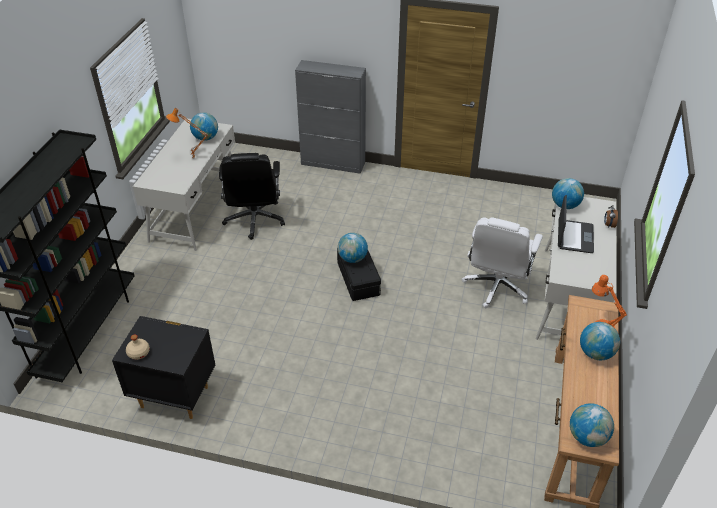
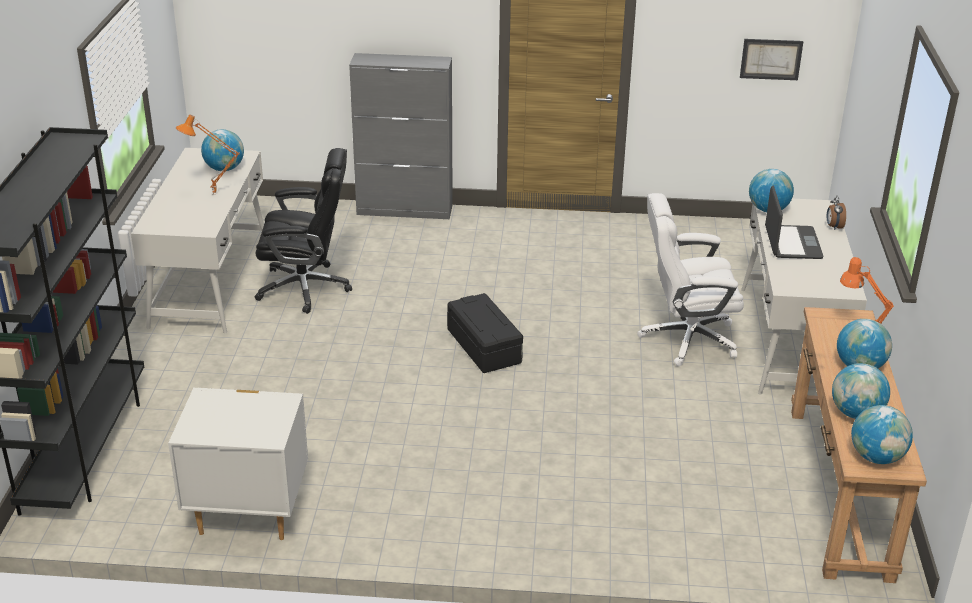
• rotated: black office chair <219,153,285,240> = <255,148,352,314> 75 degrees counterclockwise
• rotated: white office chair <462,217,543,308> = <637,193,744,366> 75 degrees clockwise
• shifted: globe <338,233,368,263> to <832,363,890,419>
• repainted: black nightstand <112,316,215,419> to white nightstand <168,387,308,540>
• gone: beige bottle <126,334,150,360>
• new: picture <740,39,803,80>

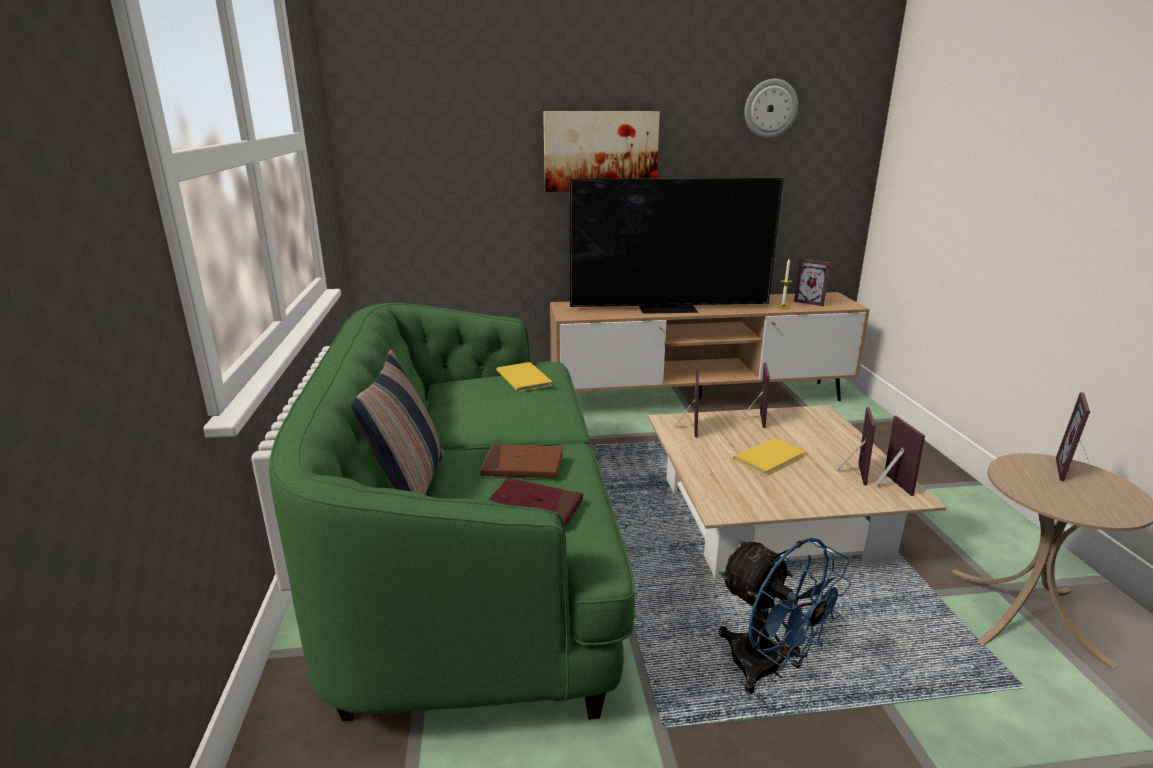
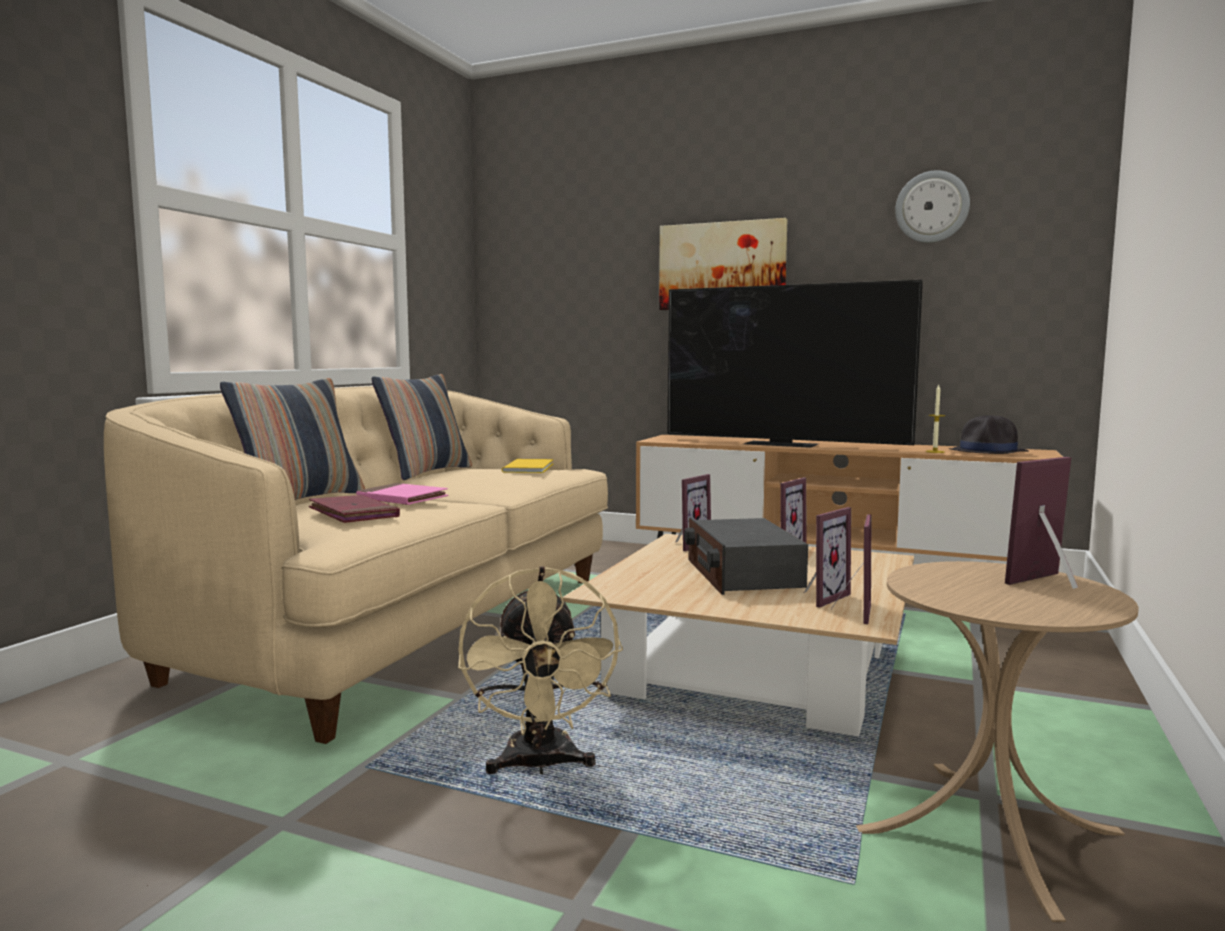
• swapped: picture frame <794,258,830,306> to black hat <949,416,1029,454>
• repainted: green sofa <269,303,635,722> to beige sofa <104,386,608,744>
• swapped: yellow book <733,438,805,476> to radio <684,517,808,595>
• repainted: brown book <480,444,563,478> to pink book <356,483,449,505>
• repainted: blue fan <719,537,851,694> to beige fan <458,566,623,774>
• new: pillow <372,374,472,480>

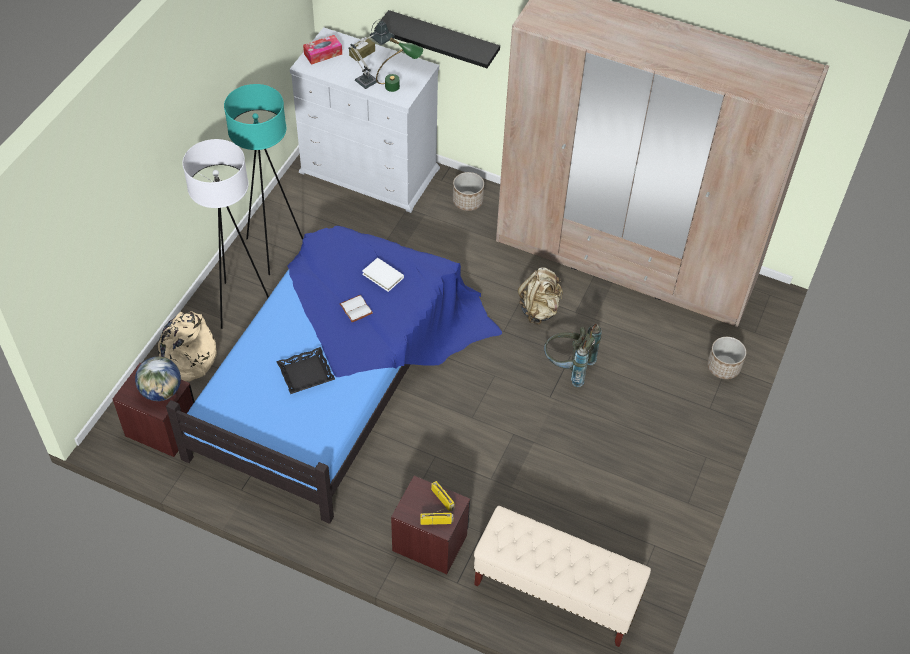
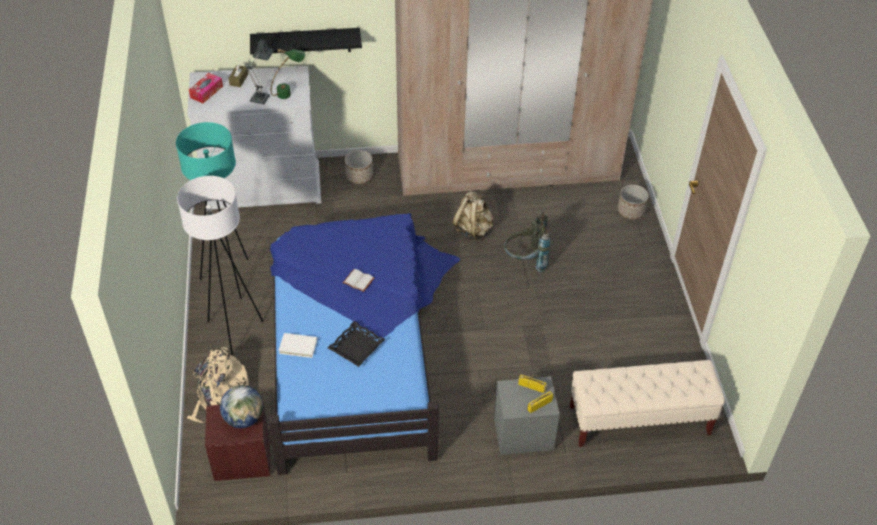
• shifted: white book <362,258,404,292> to <279,333,317,358>
• repainted: brown nightstand <391,476,470,574> to grey nightstand <494,376,560,455>

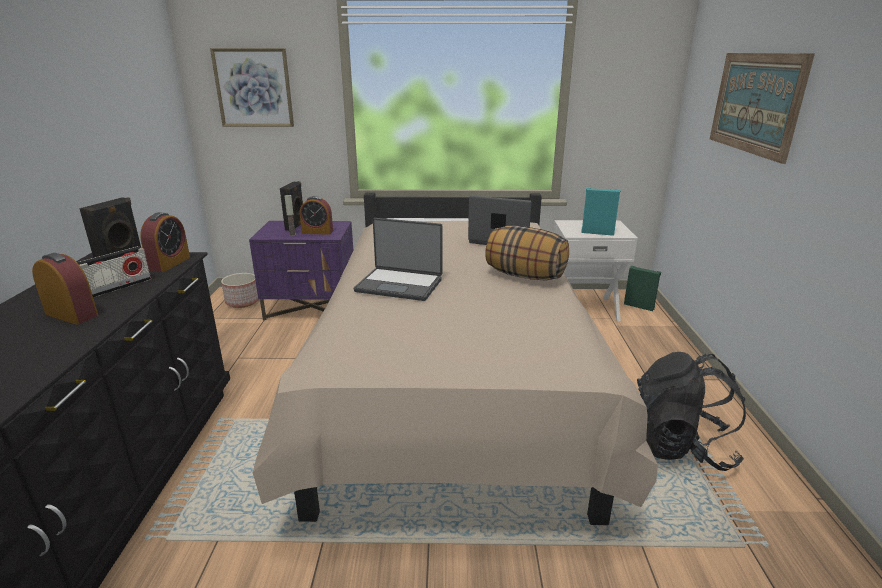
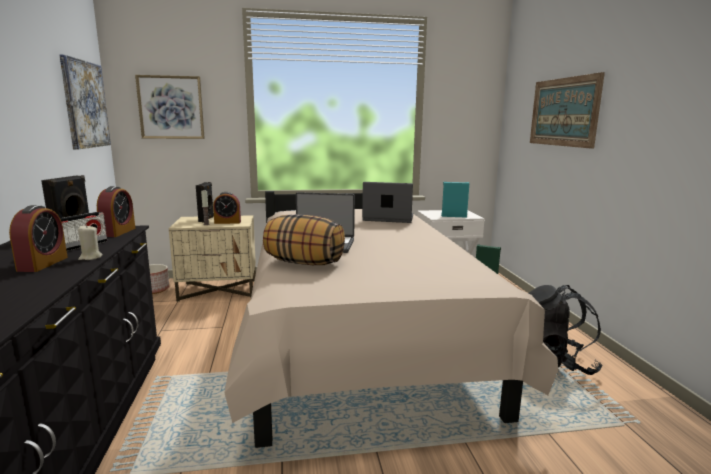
• repainted: purple nightstand <249,221,353,321> to beige nightstand <169,215,256,302>
• shifted: pillow <485,226,569,280> to <263,214,345,265>
• rotated: alarm clock <32,253,98,325> = <9,205,68,272> 75 degrees clockwise
• new: picture <59,55,111,150>
• new: beige candle <78,225,103,260>

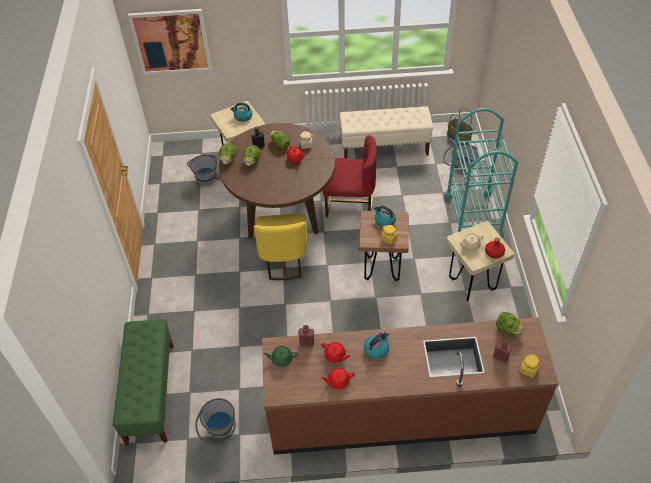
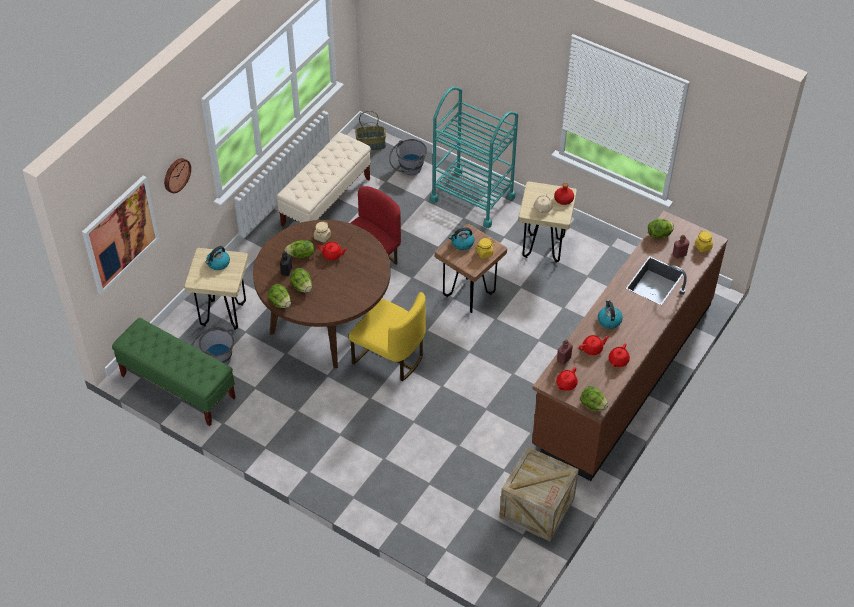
• shifted: green bench <113,319,174,446> to <112,318,236,426>
• repainted: green teapot <263,346,298,367> to red teapot <556,367,578,391>
• swapped: grey bucket <195,398,236,445> to crate <499,446,579,541>
• new: wall clock <164,158,191,193>
• new: lettuce <580,386,608,411>

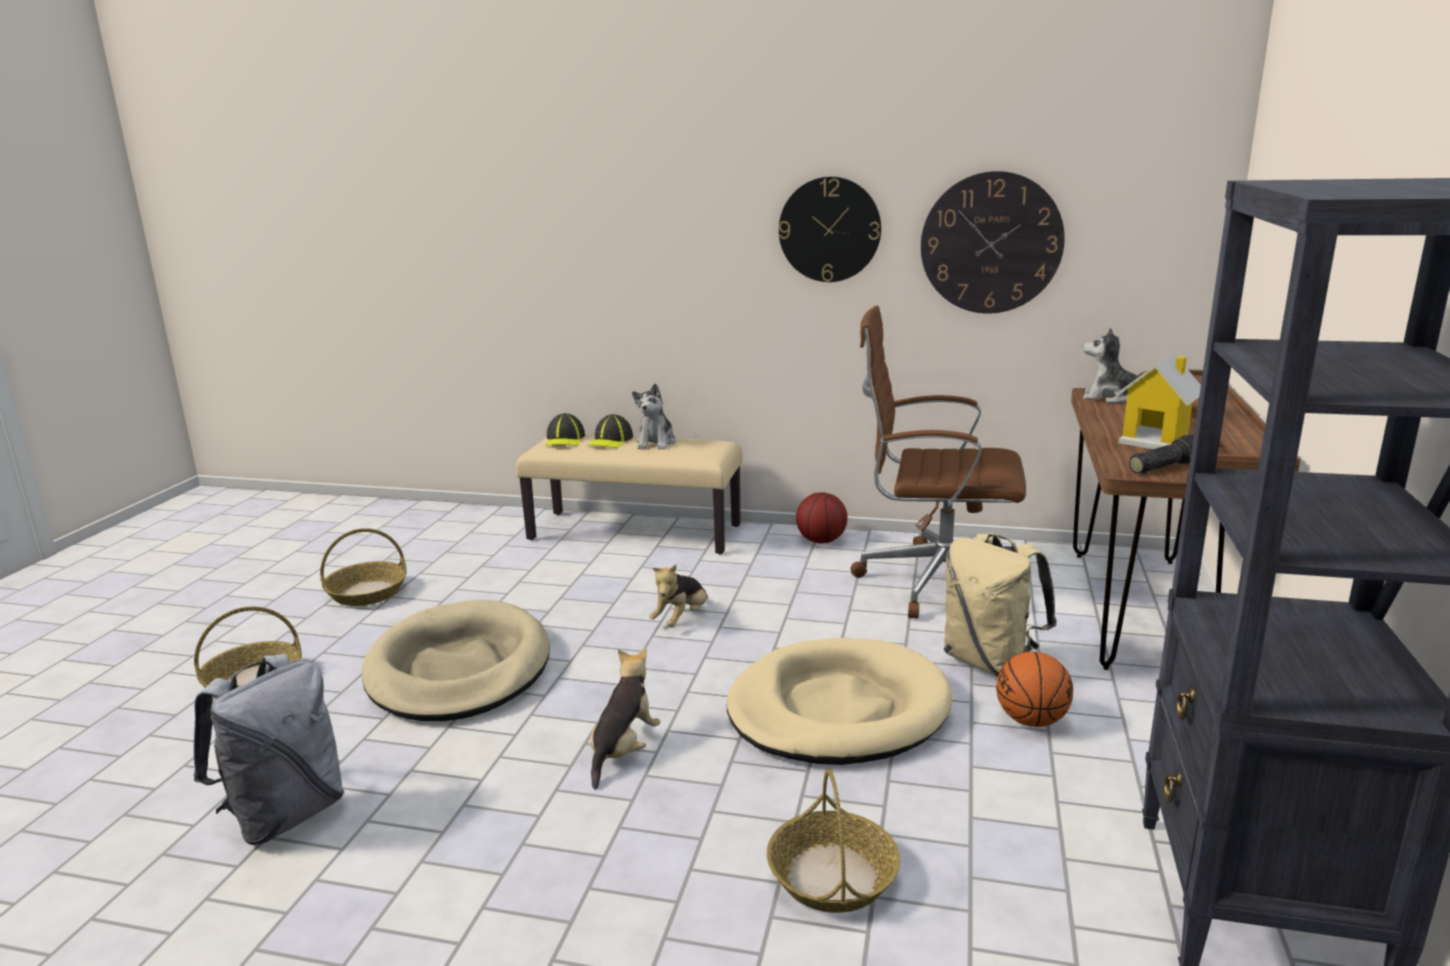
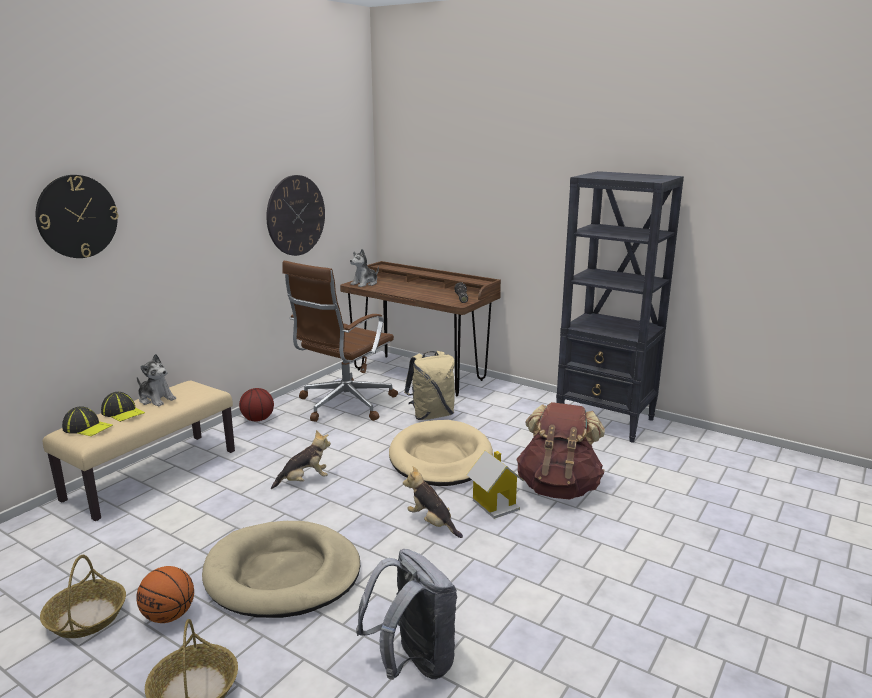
• shifted: wall clock <779,177,881,282> to <35,175,119,258>
• shifted: toy house <1115,353,1201,449> to <467,450,524,519>
• rotated: plush toy <649,564,708,627> = <271,430,331,489> 75 degrees counterclockwise
• shifted: basketball <996,652,1073,727> to <136,566,194,623>
• swapped: basket <767,769,900,913> to brown backpack <517,402,605,499>

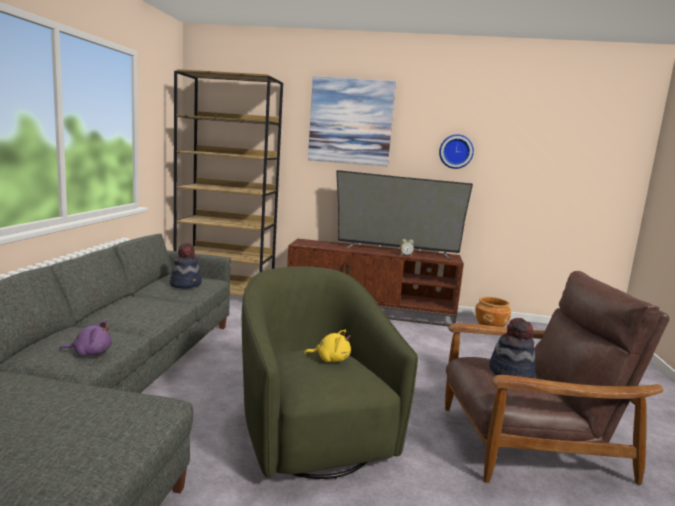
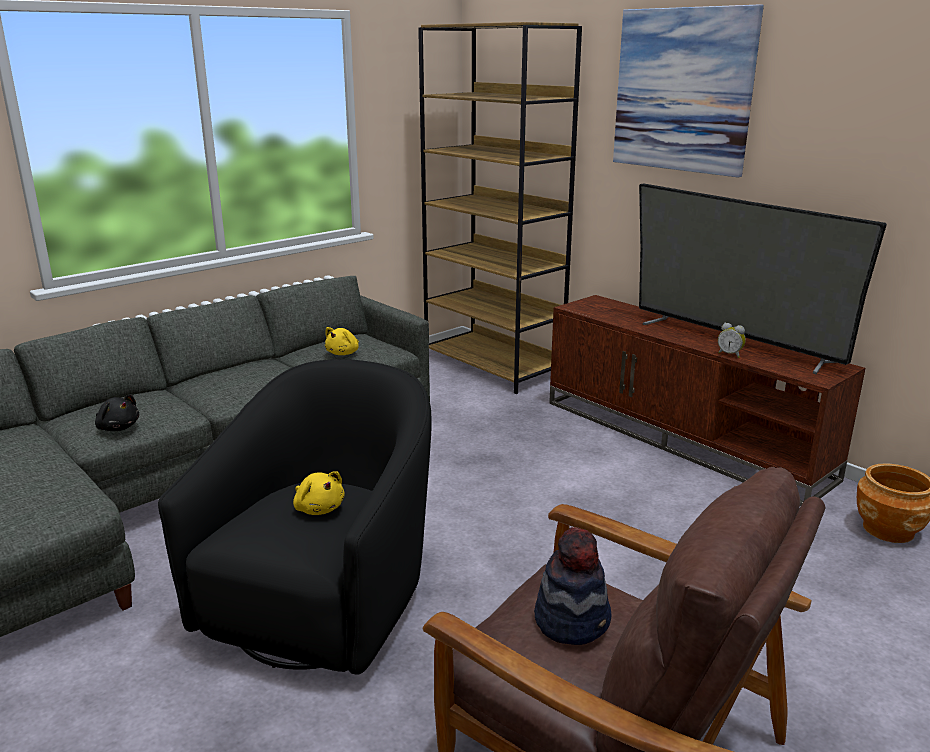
• gone: wall clock <439,134,474,169>
• swapped: hat <170,243,202,288> to yellow plush toy <325,327,359,355>
• repainted: green armchair <242,266,418,479> to black armchair <158,359,432,675>
• repainted: purple plush toy <59,321,112,356> to black plush toy <95,394,139,431>

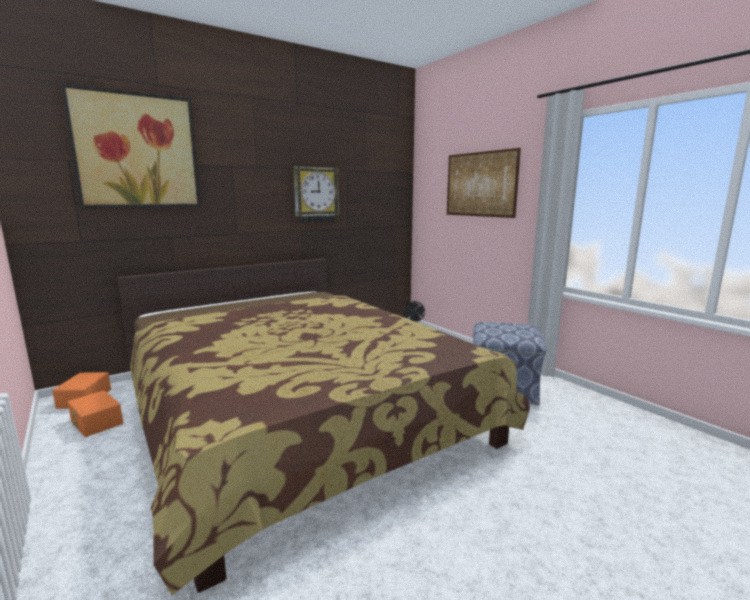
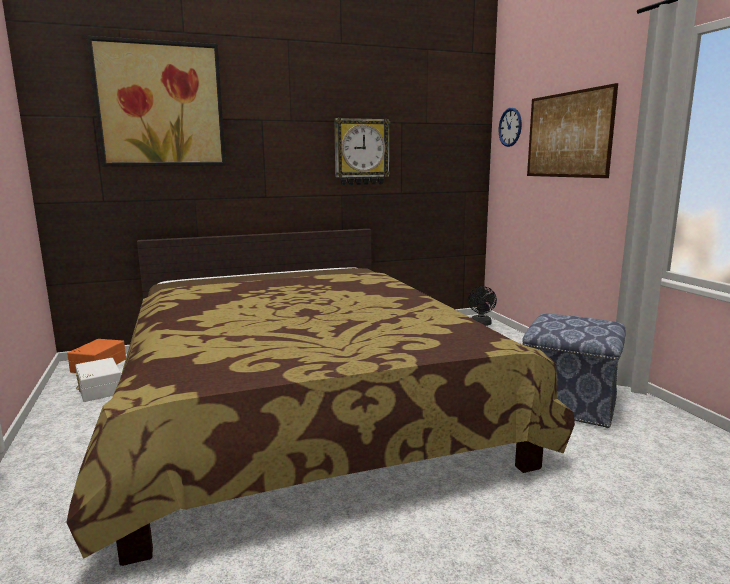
• repainted: orange storage box <68,390,123,437> to white storage box <75,358,121,402>
• new: wall clock <499,108,522,147>

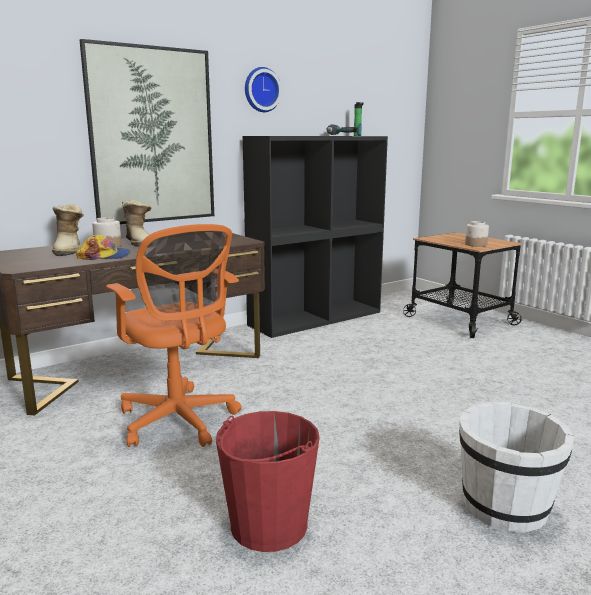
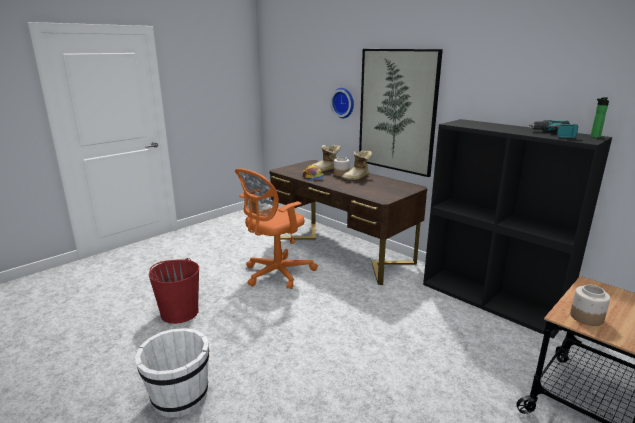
• shifted: wall clock <245,67,282,112> to <330,88,354,118>

